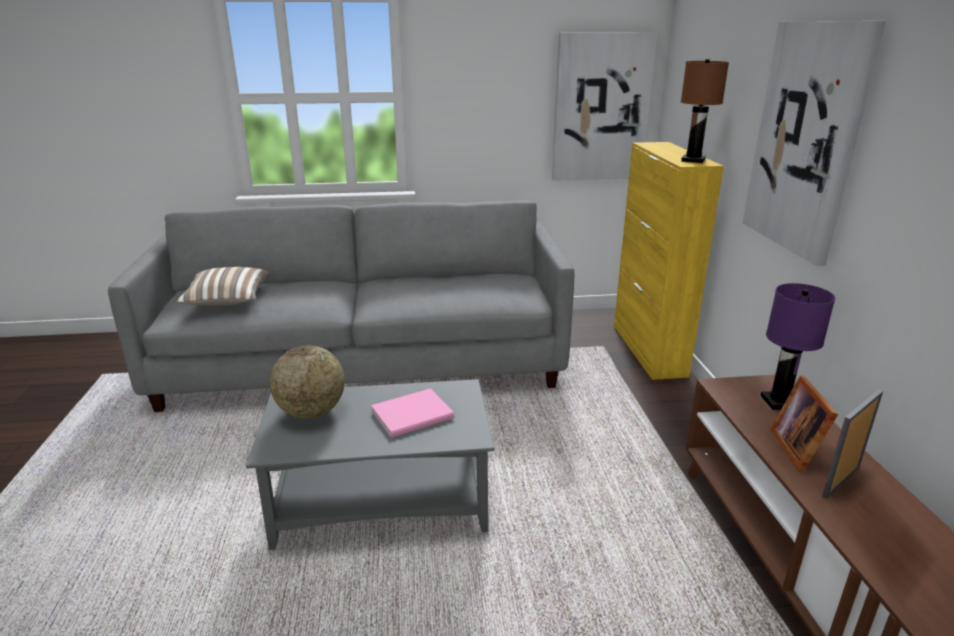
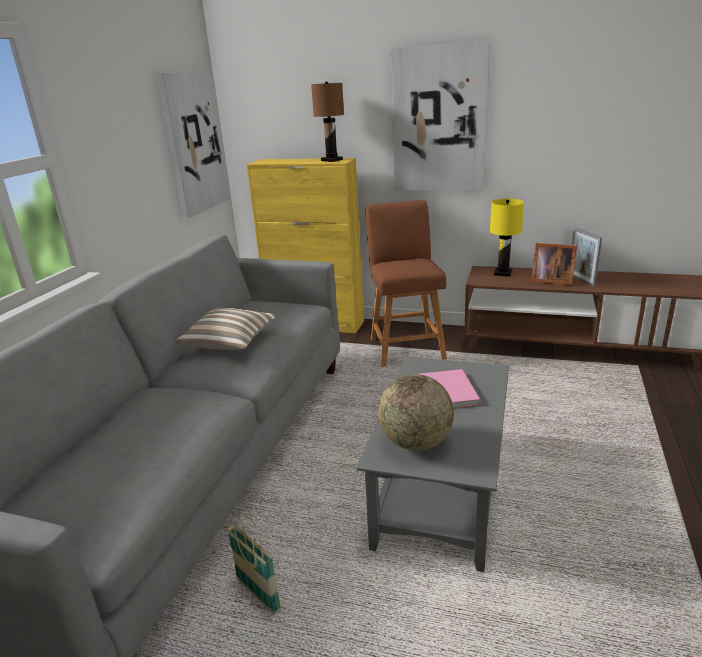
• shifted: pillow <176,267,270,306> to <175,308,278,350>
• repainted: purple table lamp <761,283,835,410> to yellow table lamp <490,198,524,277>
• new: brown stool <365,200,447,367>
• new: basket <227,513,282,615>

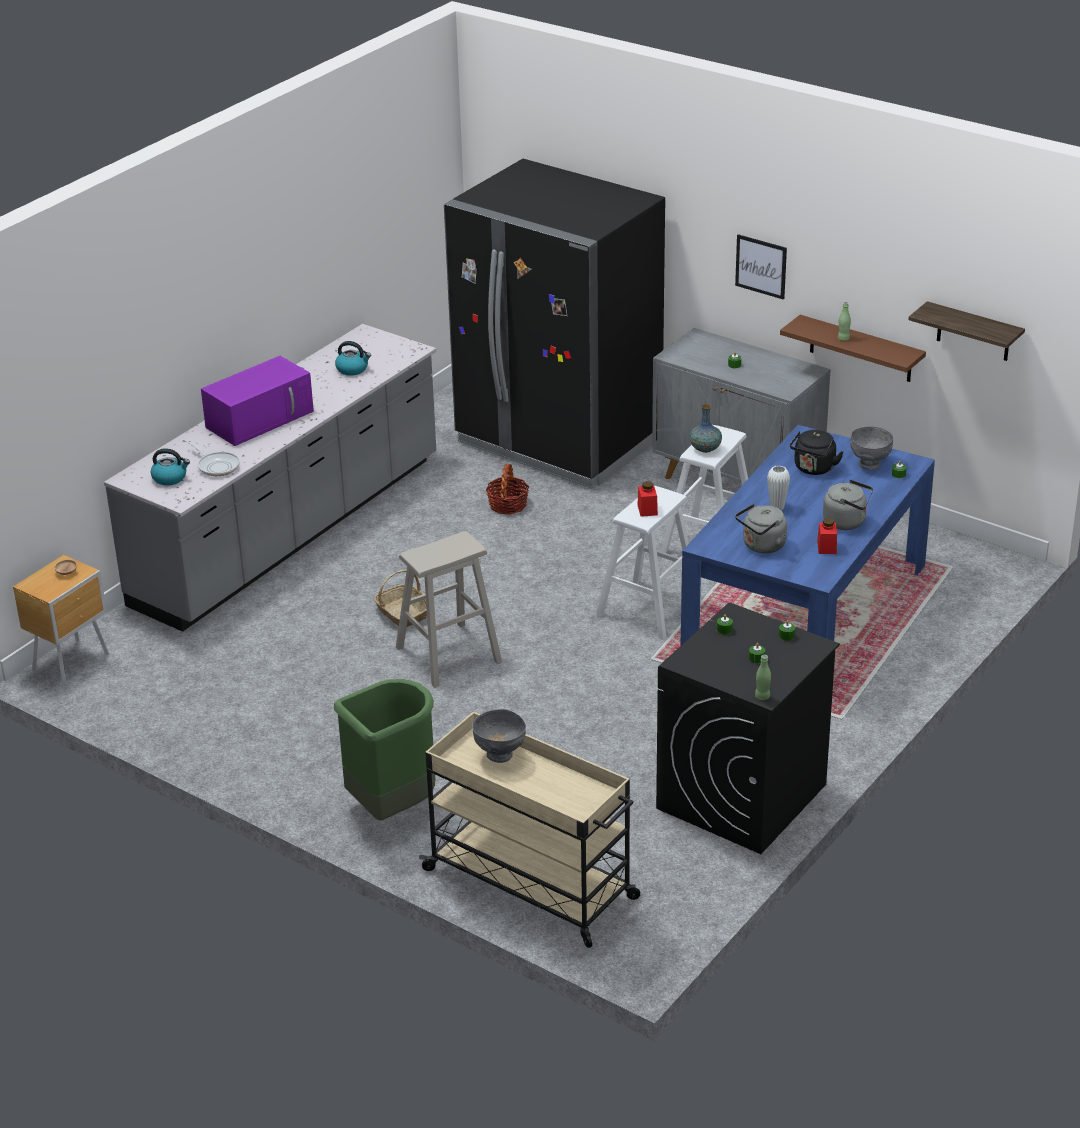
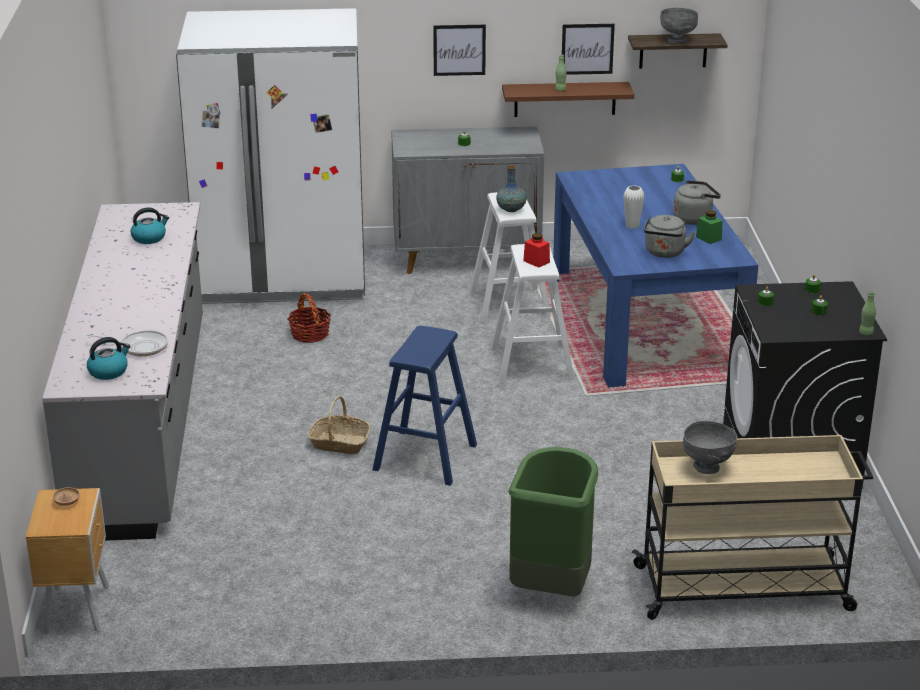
• repainted: black fridge <444,159,665,489> to white fridge <176,8,365,304>
• gone: purple microwave <201,356,314,446>
• shifted: grey bowl <850,427,894,470> to <660,8,698,43>
• gone: black kettle <790,430,844,475>
• repainted: red jar <817,518,837,554> to green jar <696,210,722,244>
• repainted: beige stool <396,531,502,688> to blue stool <372,326,477,486>
• new: picture <562,24,615,75>

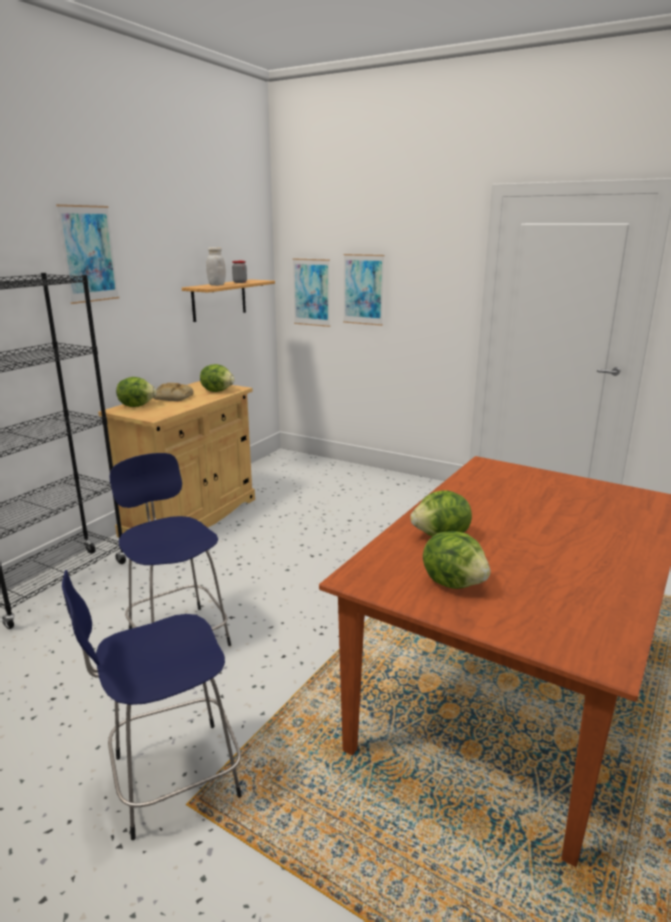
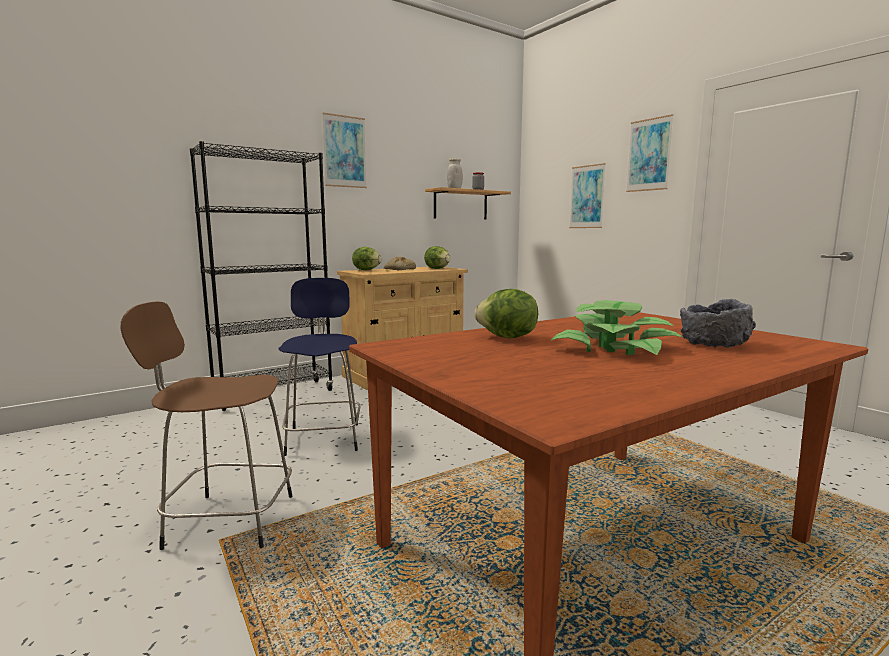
• shifted: picture <292,258,330,327> to <626,114,674,192>
• gone: lettuce <423,531,490,589>
• repainted: blue stool <62,570,242,840> to brown stool <121,301,293,550>
• new: grey bowl <680,299,756,348>
• new: potted plant <550,300,683,355>

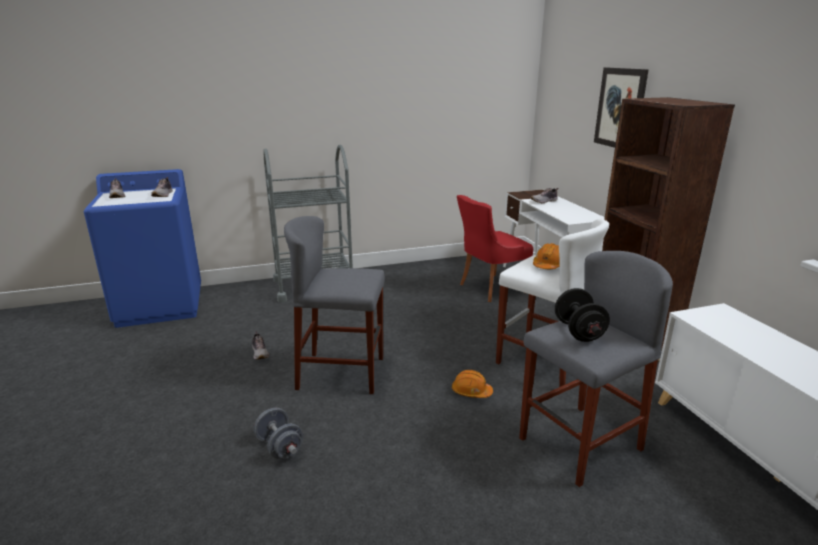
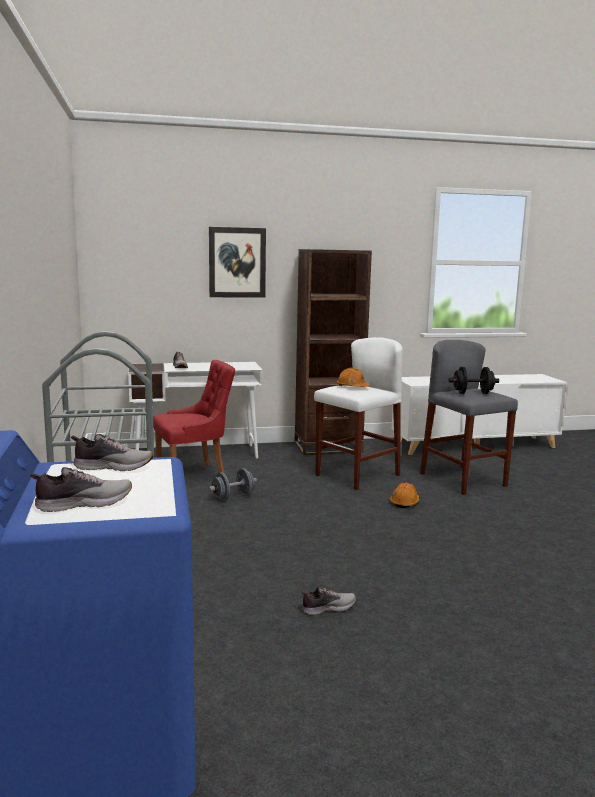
• rotated: red chair <457,195,533,302> = <153,360,235,474> 90 degrees counterclockwise
• gone: grey stool <284,216,385,394>
• shifted: grey dumbbell <254,408,303,459> to <208,468,257,501>

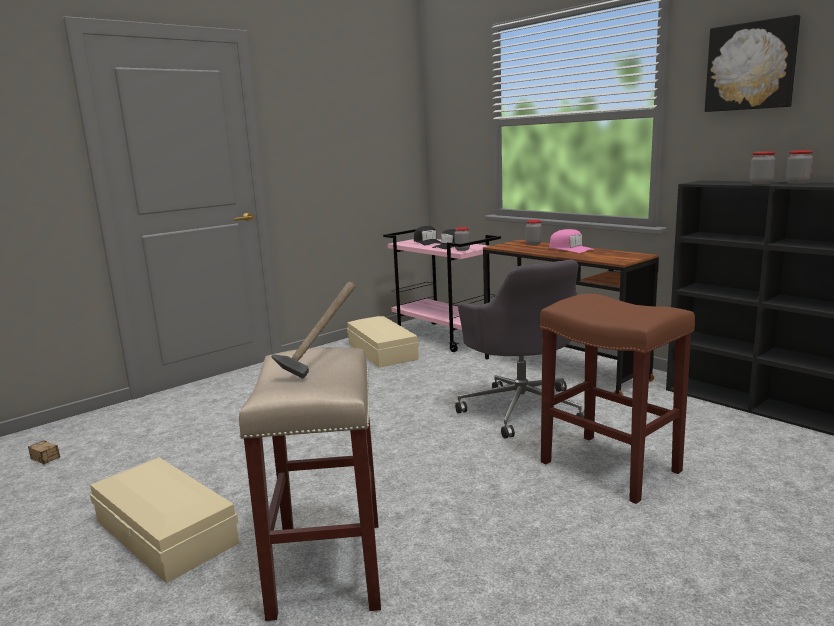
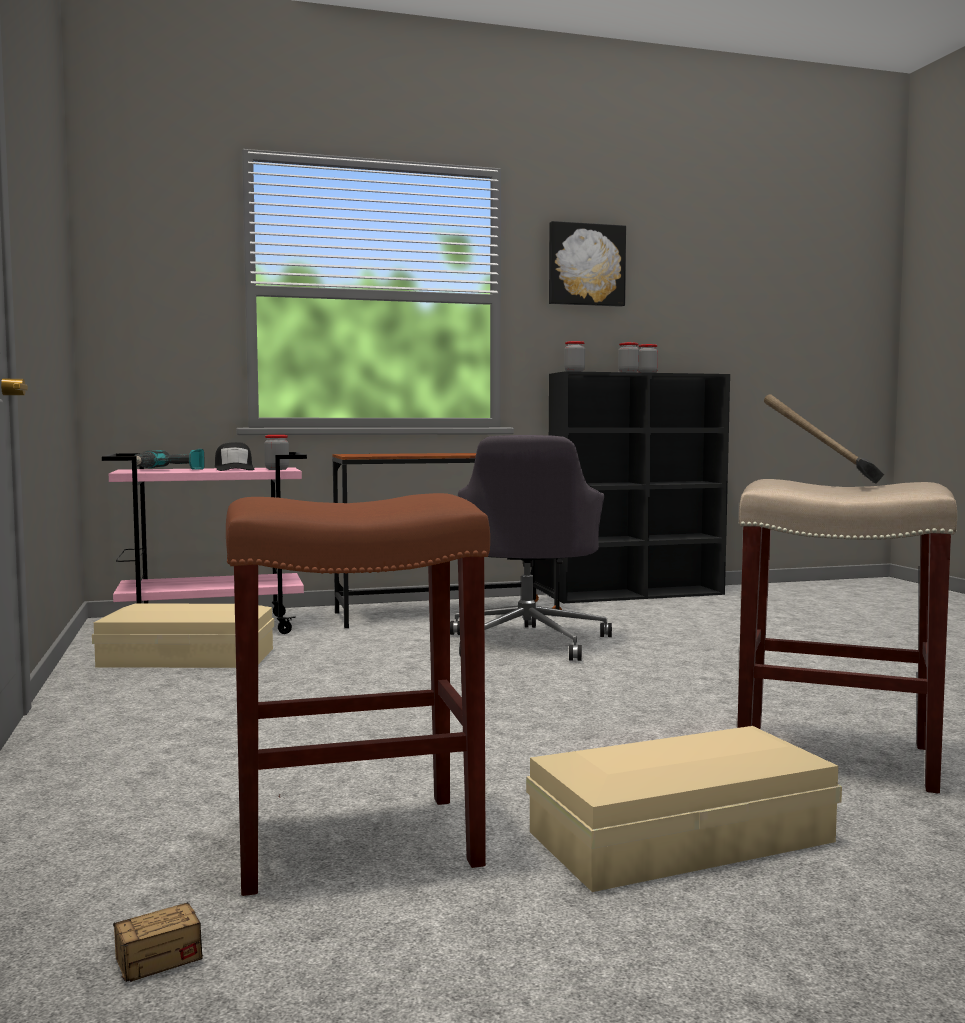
• shifted: jar <526,220,542,245> to <564,341,585,372>
• swapped: black cap <414,226,441,245> to power drill <134,449,205,470>
• gone: pink cap <549,229,595,253>
• rotated: grey office chair <455,260,584,439> = <450,435,612,661> 90 degrees clockwise
• shifted: brown stool <540,294,695,504> to <226,493,490,896>

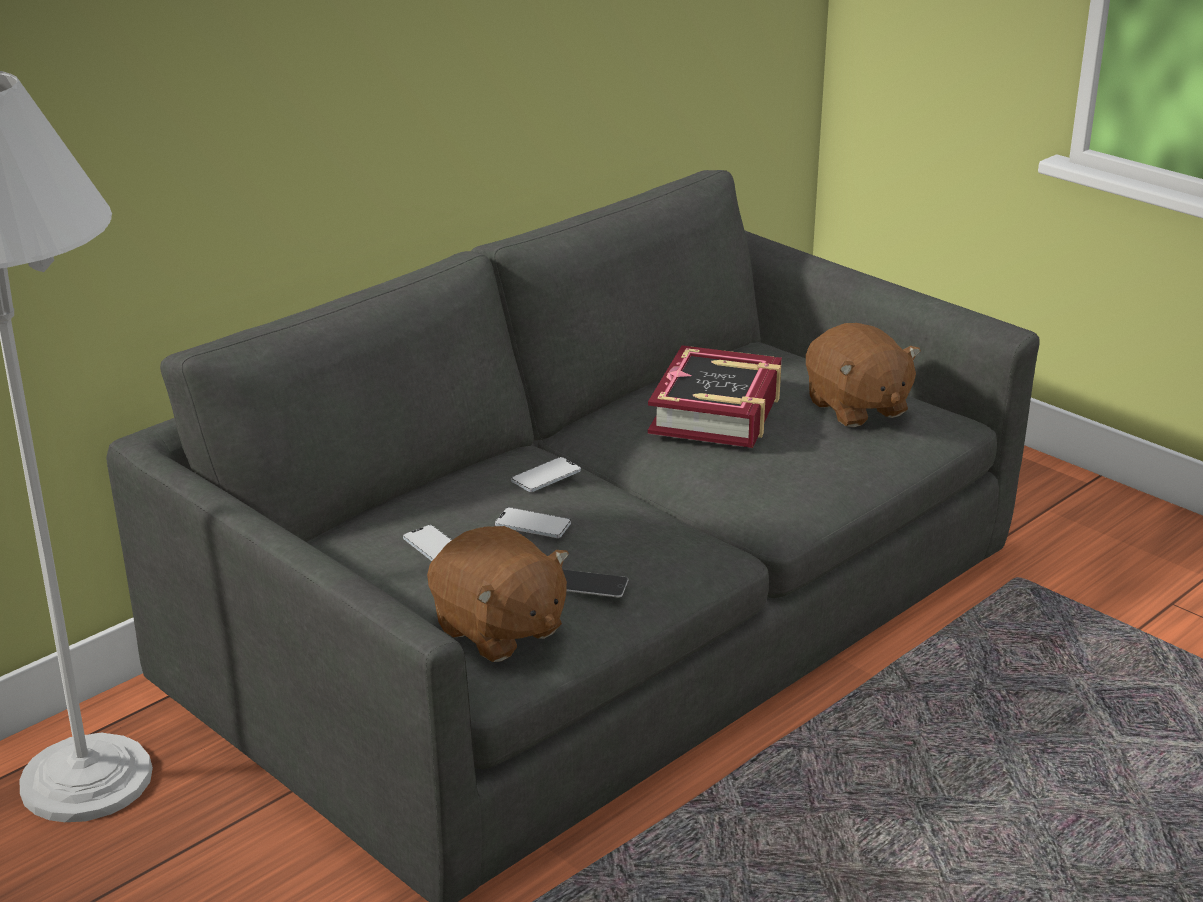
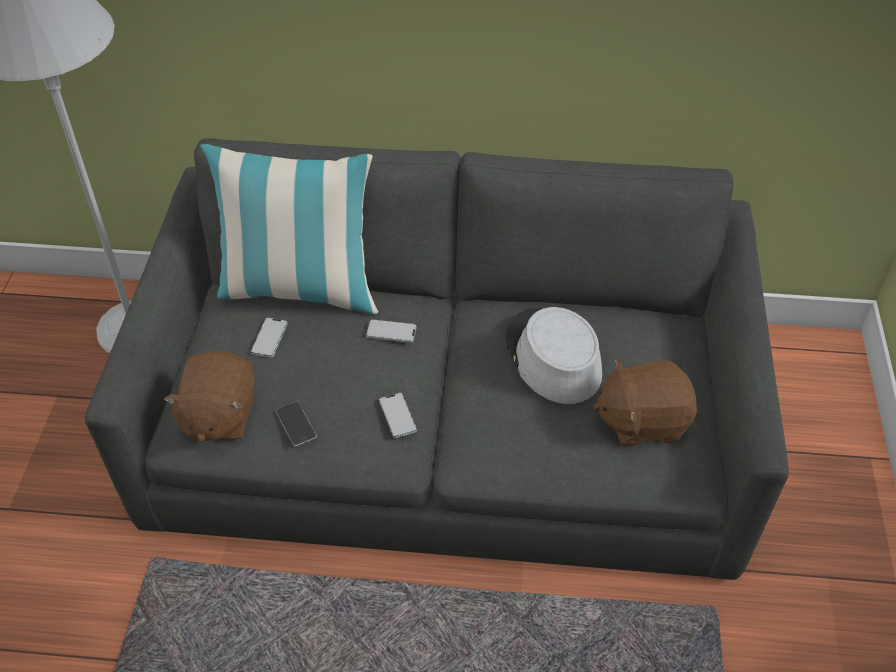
• rotated: brown plush toy <806,323,921,427> = <593,358,697,447> 60 degrees clockwise
• swapped: book <647,345,782,448> to grey hat <505,307,602,404>
• shifted: phone <495,507,571,538> to <379,393,417,438>
• new: pillow <200,144,378,314>

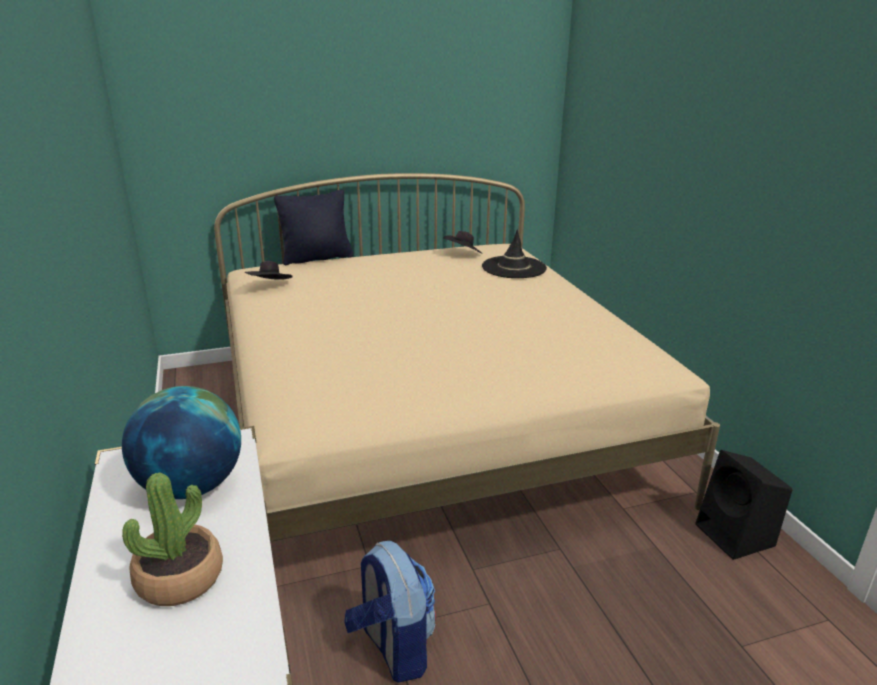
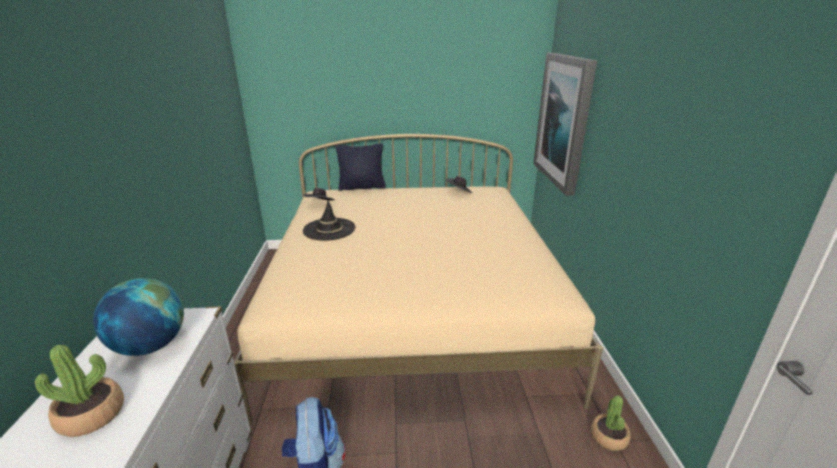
• shifted: black hat <482,229,547,278> to <303,200,355,241>
• swapped: black speaker <695,450,792,560> to potted plant <591,396,631,451>
• new: picture <533,53,597,196>

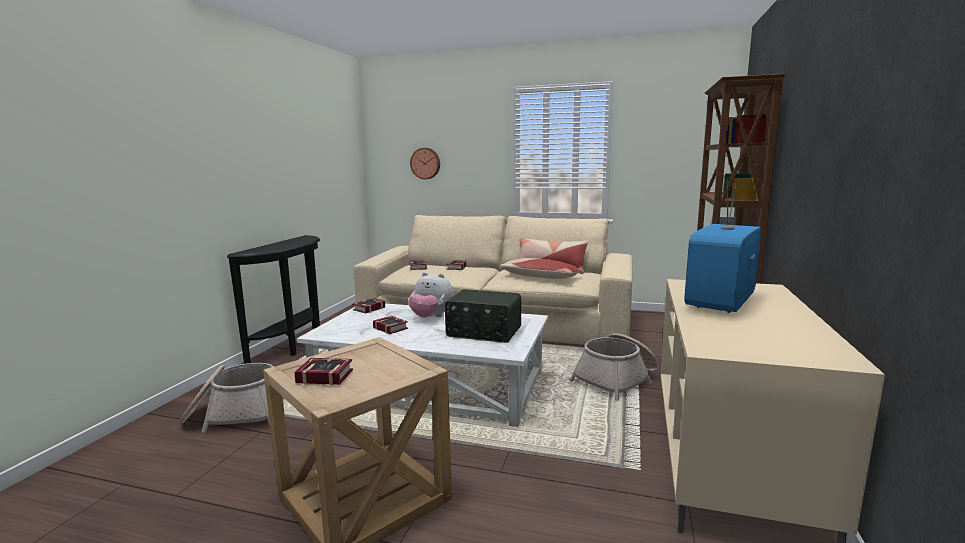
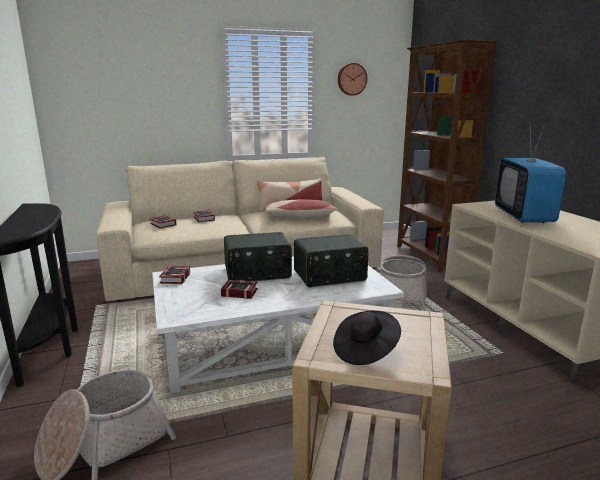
• shifted: wall clock <410,148,440,179> to <338,63,367,96>
• swapped: plush toy <408,272,454,317> to radio <224,232,292,281>
• swapped: book <294,358,353,385> to black hat <333,311,401,365>

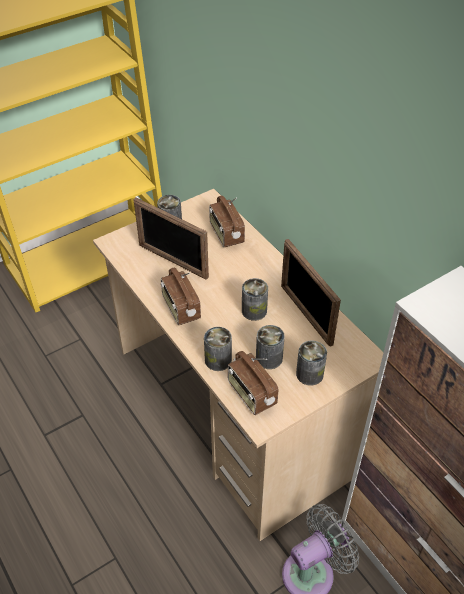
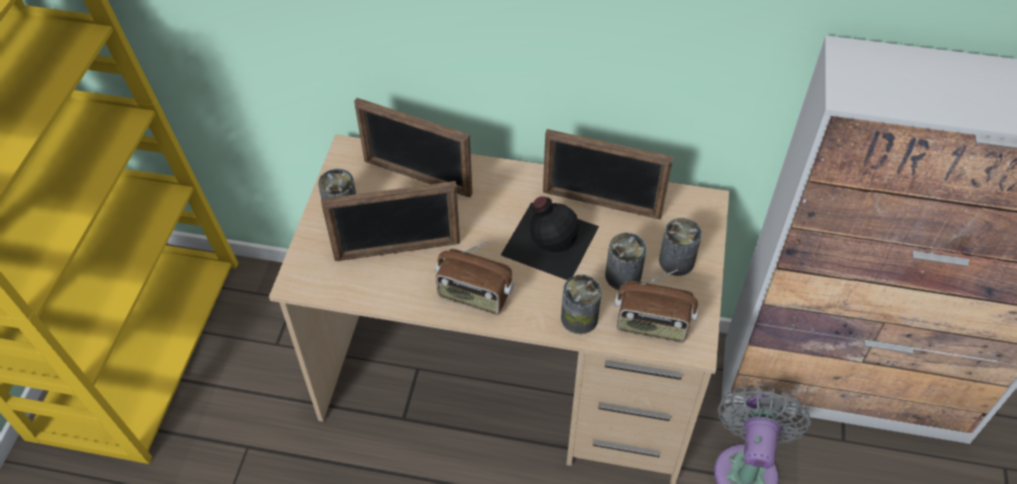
• swapped: radio <209,196,245,247> to picture frame <354,98,472,197>
• swapped: can <242,278,268,321> to black bottle <501,196,599,280>

